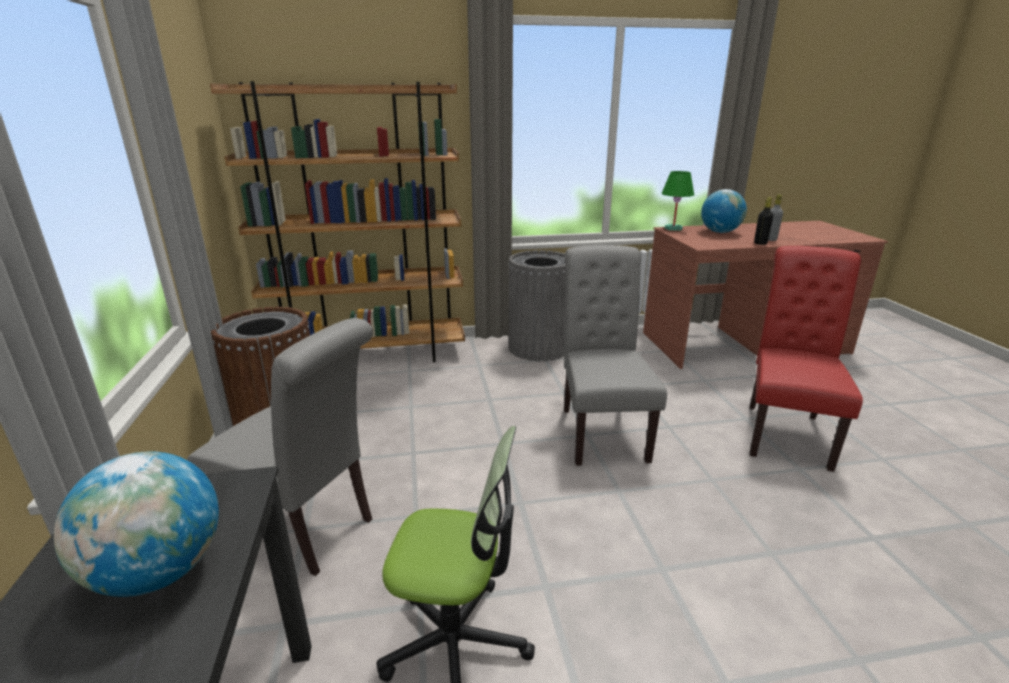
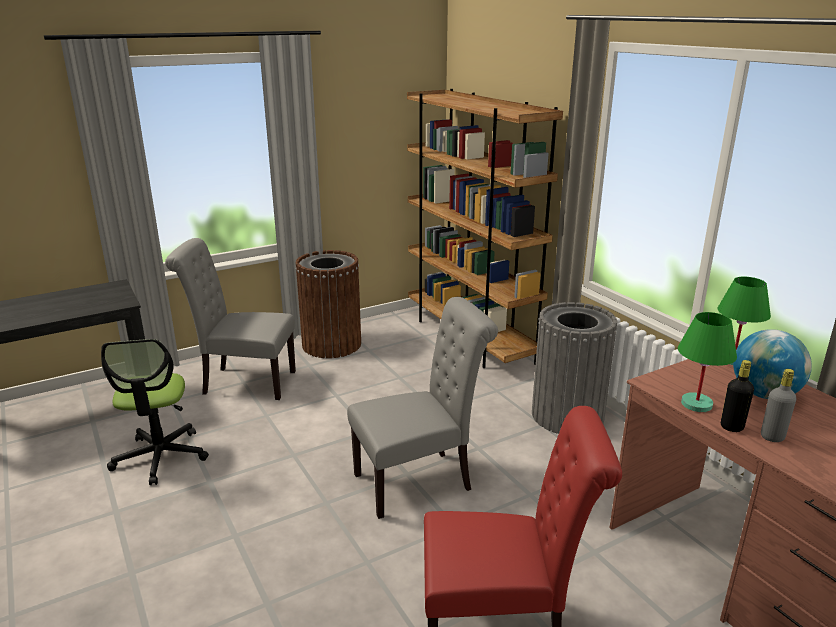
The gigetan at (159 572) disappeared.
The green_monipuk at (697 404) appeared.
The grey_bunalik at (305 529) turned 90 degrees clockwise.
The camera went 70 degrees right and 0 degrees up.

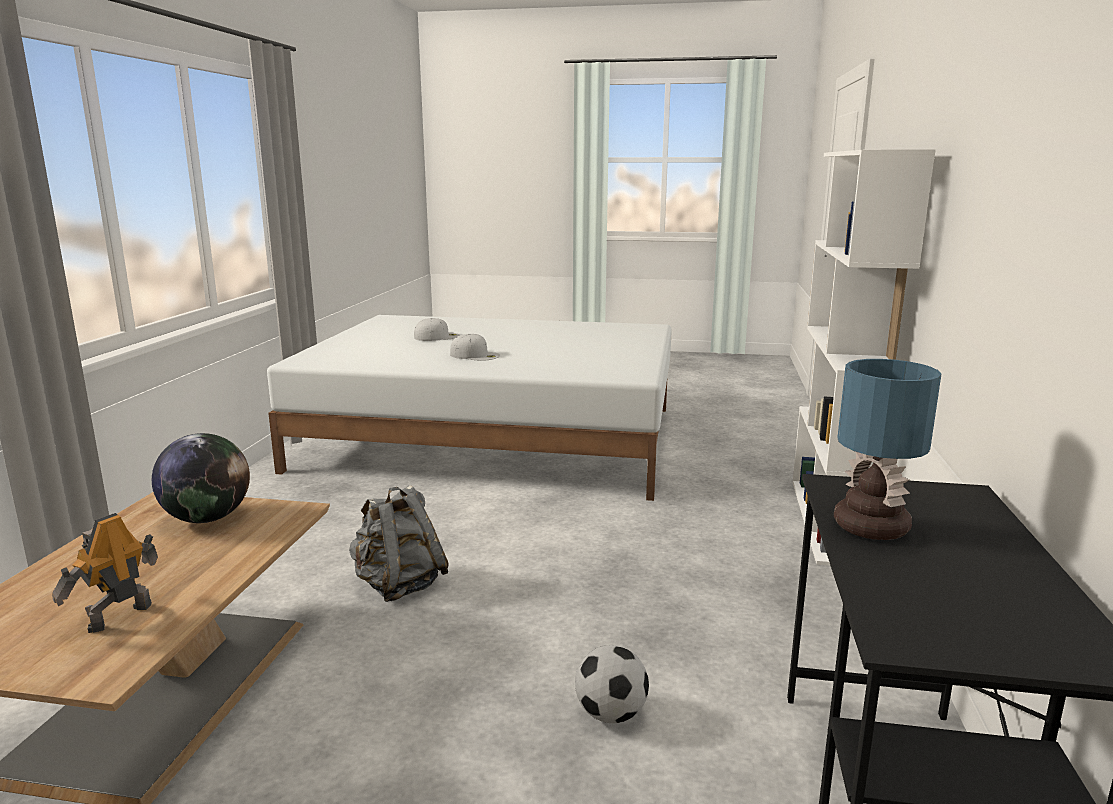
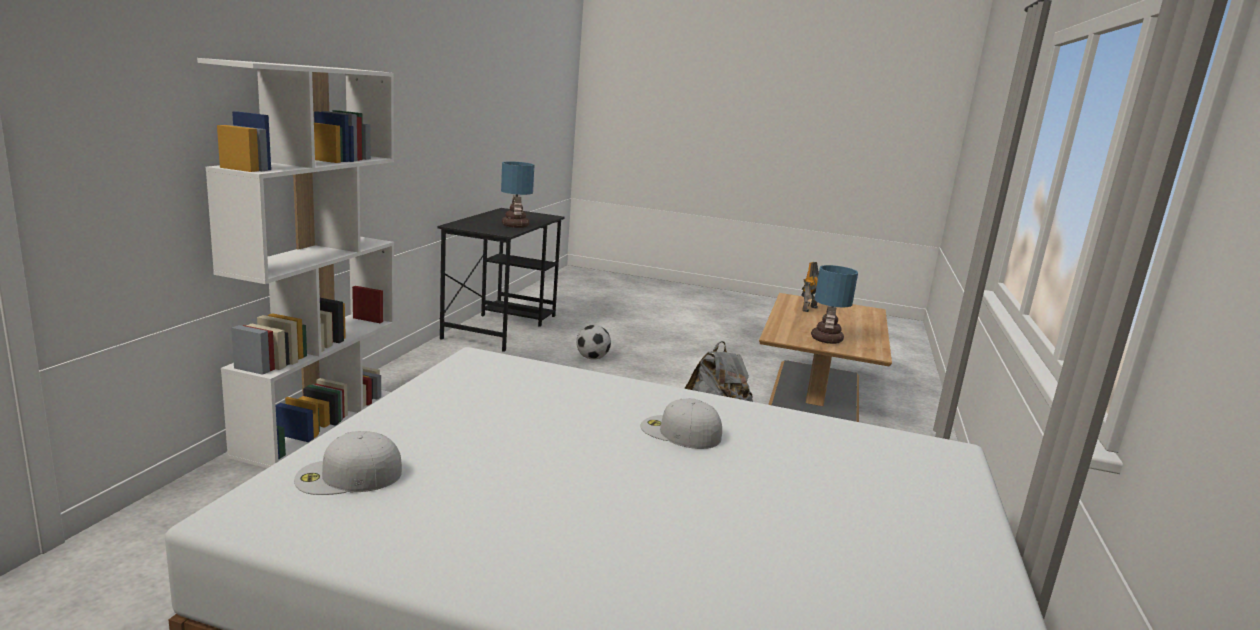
The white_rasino moved from (437 336) to (348 476).
The gigetan at (207 518) was replaced by the monipuk at (827 340).
The camera went 175 degrees left and 0 degrees up.

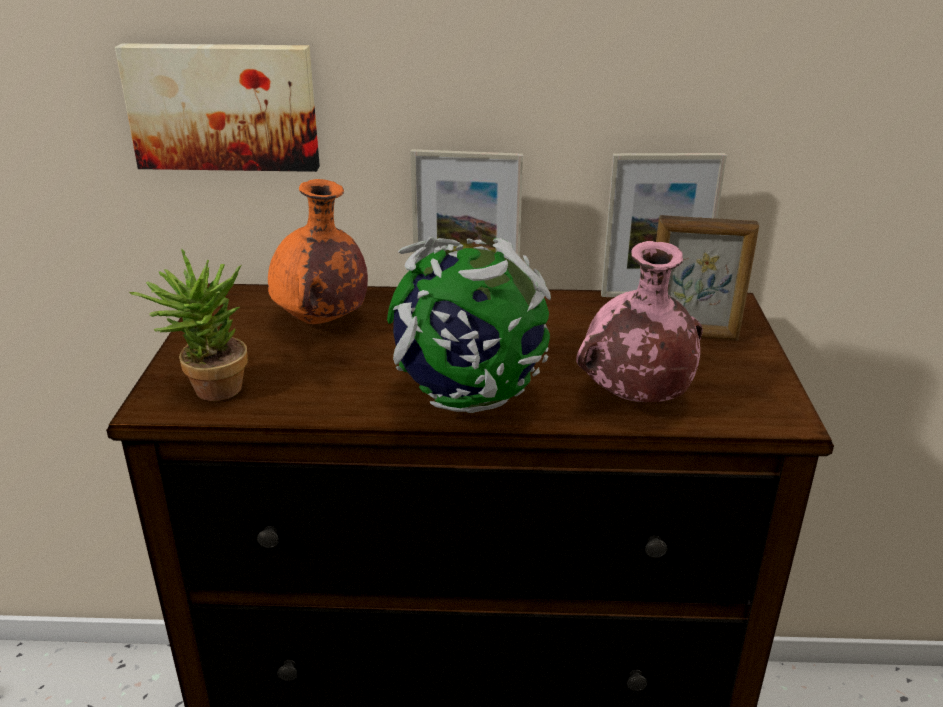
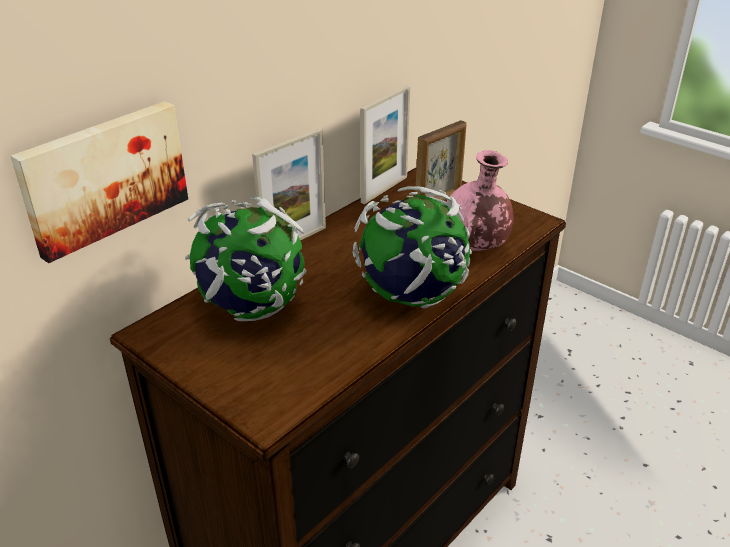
The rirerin at (208 390) disappeared.
The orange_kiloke at (322 322) was replaced by the gigetan at (251 307).
The camera went 50 degrees left and 5 degrees up.

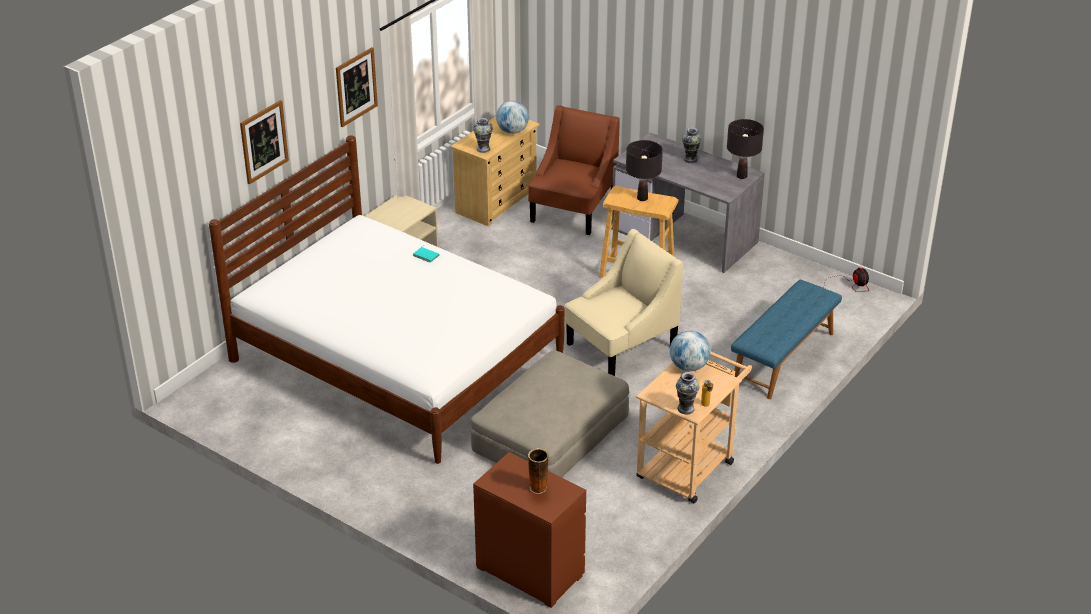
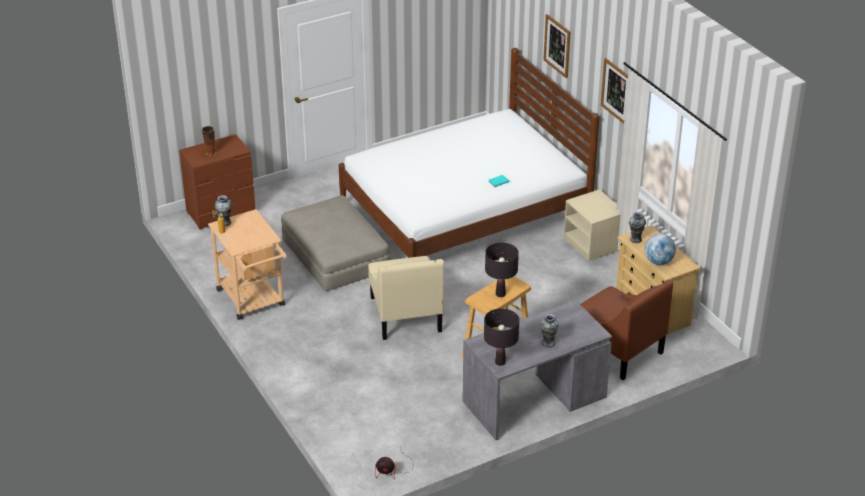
The gigetan at (688 367) disappeared.
The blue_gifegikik at (784 358) disappeared.
The camera went 115 degrees right and 0 degrees up.

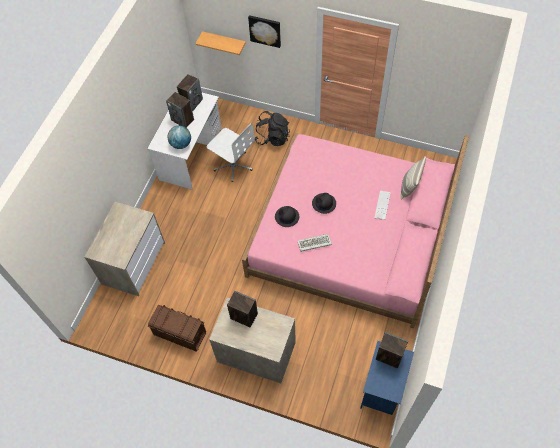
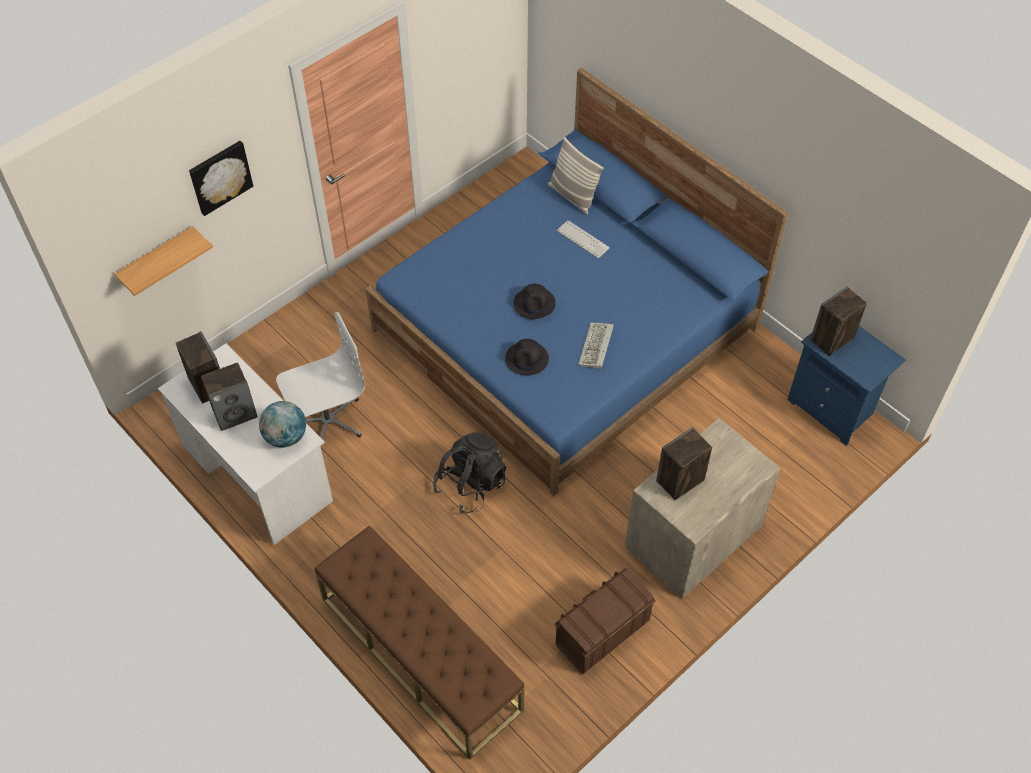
The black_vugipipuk moved from (272 137) to (471 485).
The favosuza at (133 262) was replaced by the brown_gifegikik at (420 653).
The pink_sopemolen at (350 235) became the blue_sopemolen at (566 328).
The camera went 65 degrees left and 5 degrees down.

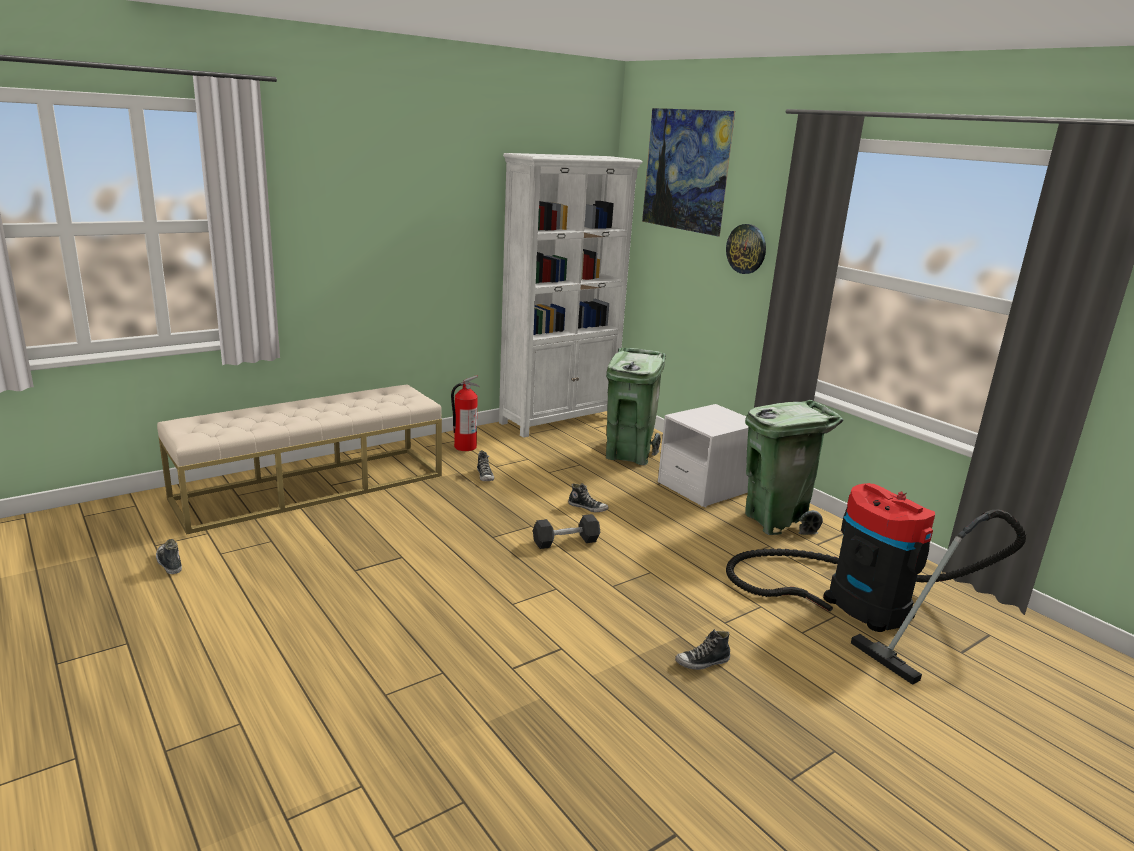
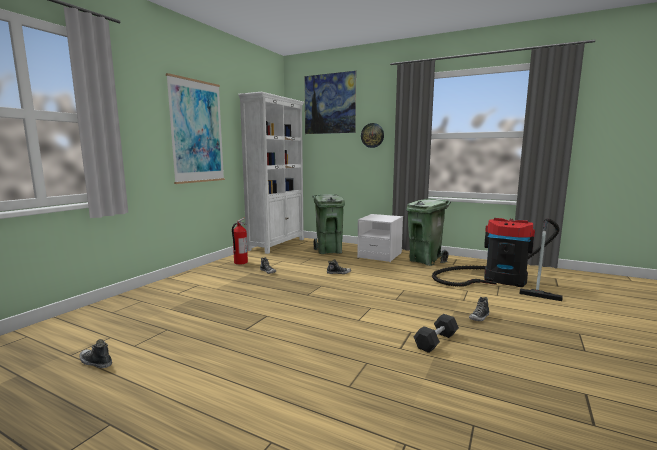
The beige_gifegikik at (312 487) disappeared.
The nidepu at (197 132) appeared.
The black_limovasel moved from (565 542) to (436 341).
The camera went 25 degrees left and 10 degrees down.

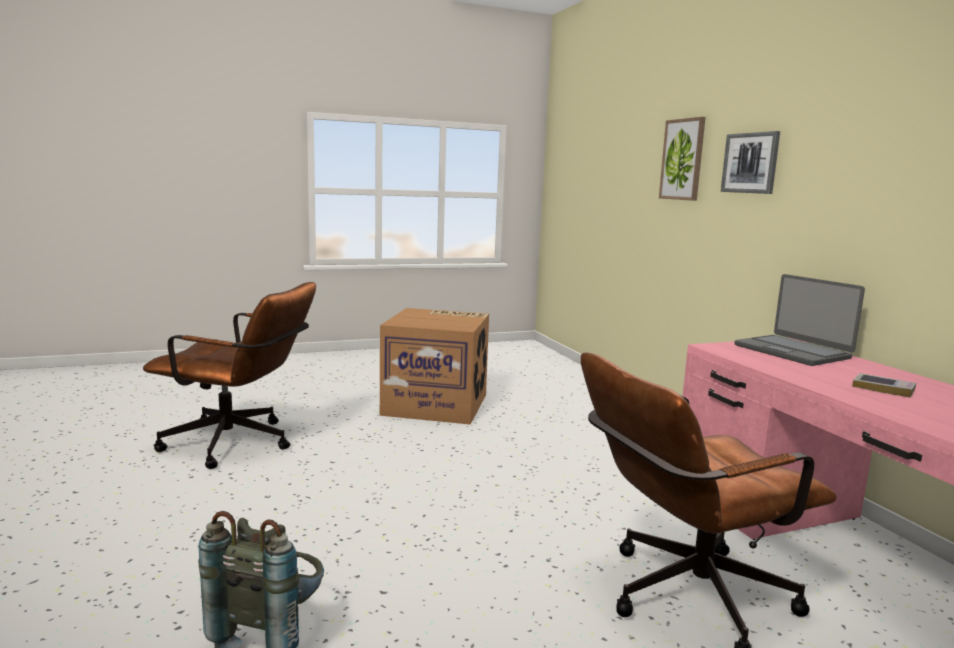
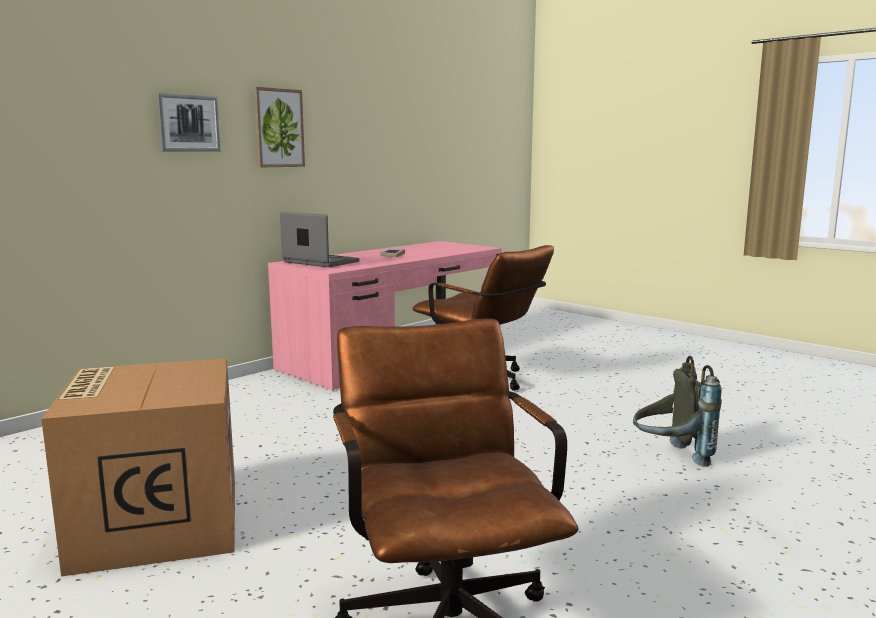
The nidepu moved from (682 159) to (278 128).
The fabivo at (792 351) turned 90 degrees counterclockwise.
The camera went 115 degrees left and 0 degrees up.

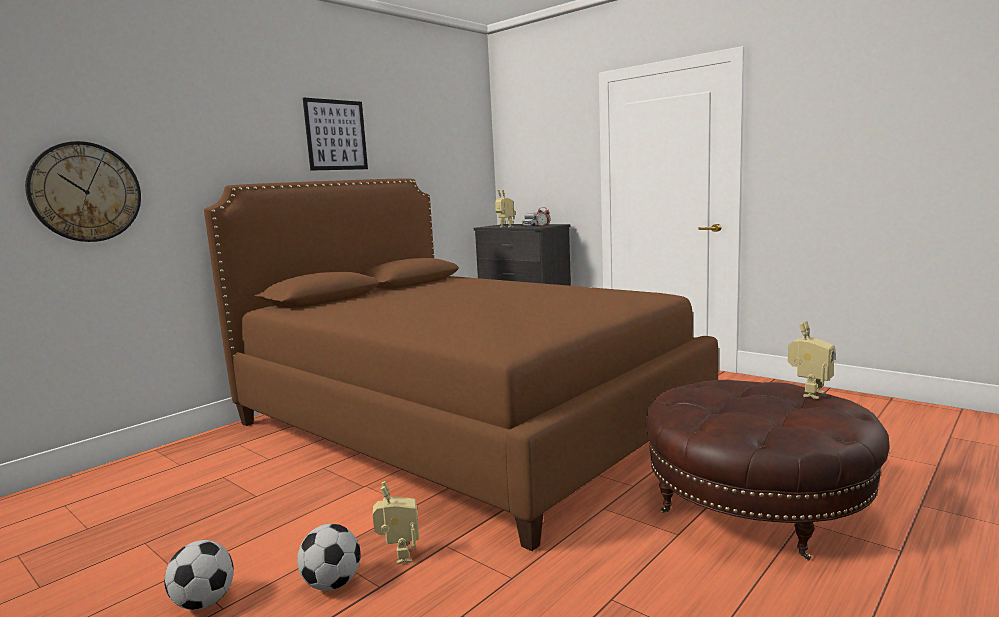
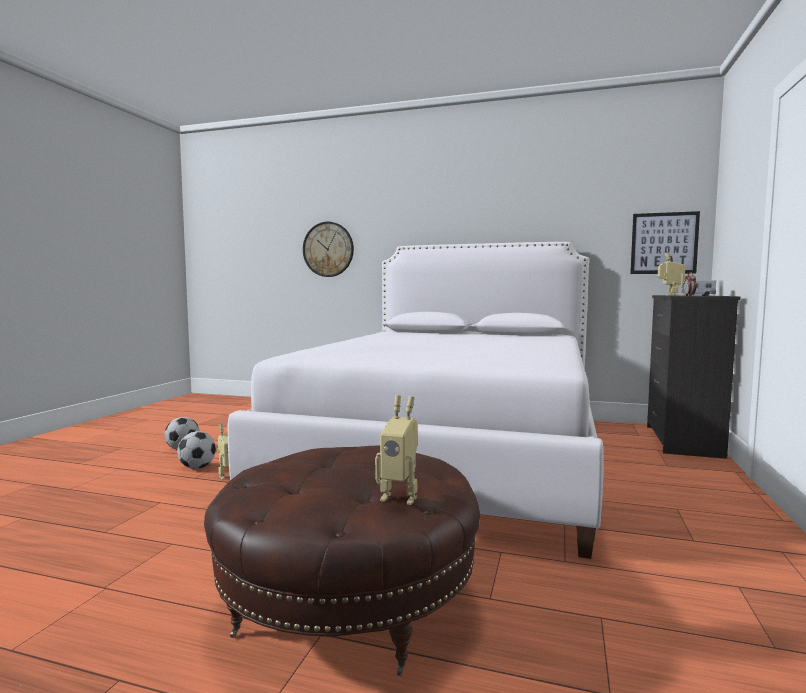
The nidepu moved from (336 135) to (664 243).
The brown_sopemolen at (464 421) became the white_sopemolen at (450 453).
The camera went 65 degrees right and 5 degrees down.

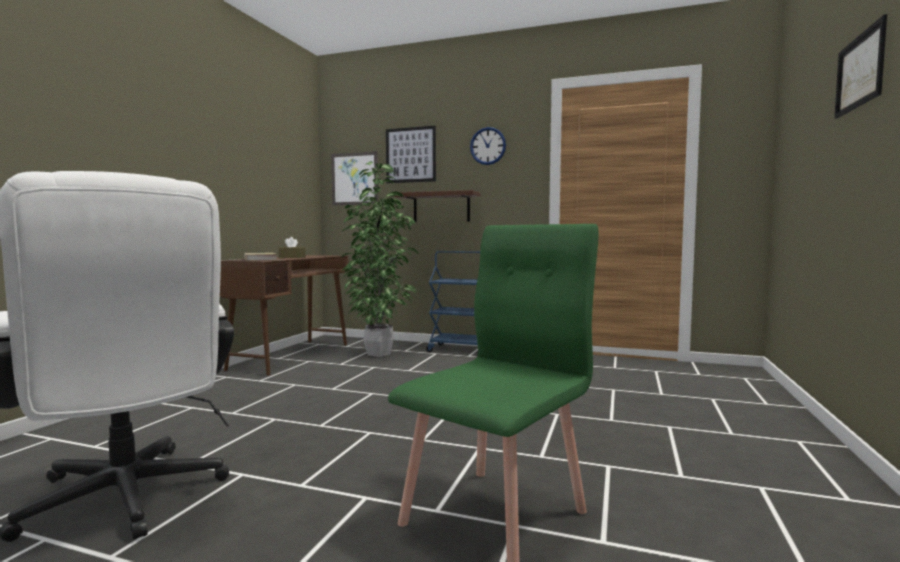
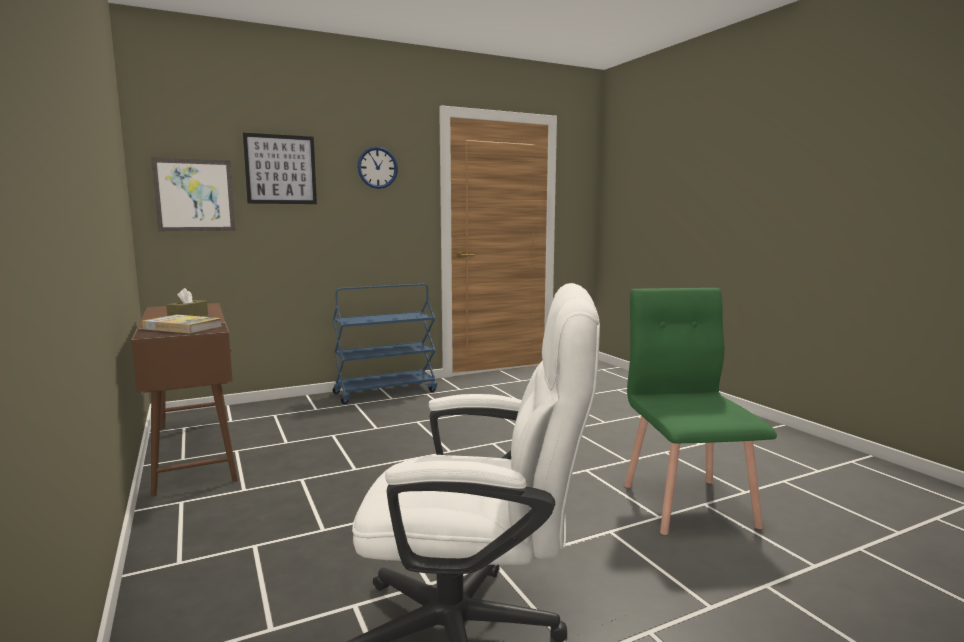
The rirerin at (381 353) disappeared.
The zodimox at (441 207) disappeared.
The nidepu at (860 71) disappeared.
The camera went 45 degrees left and 5 degrees up.

